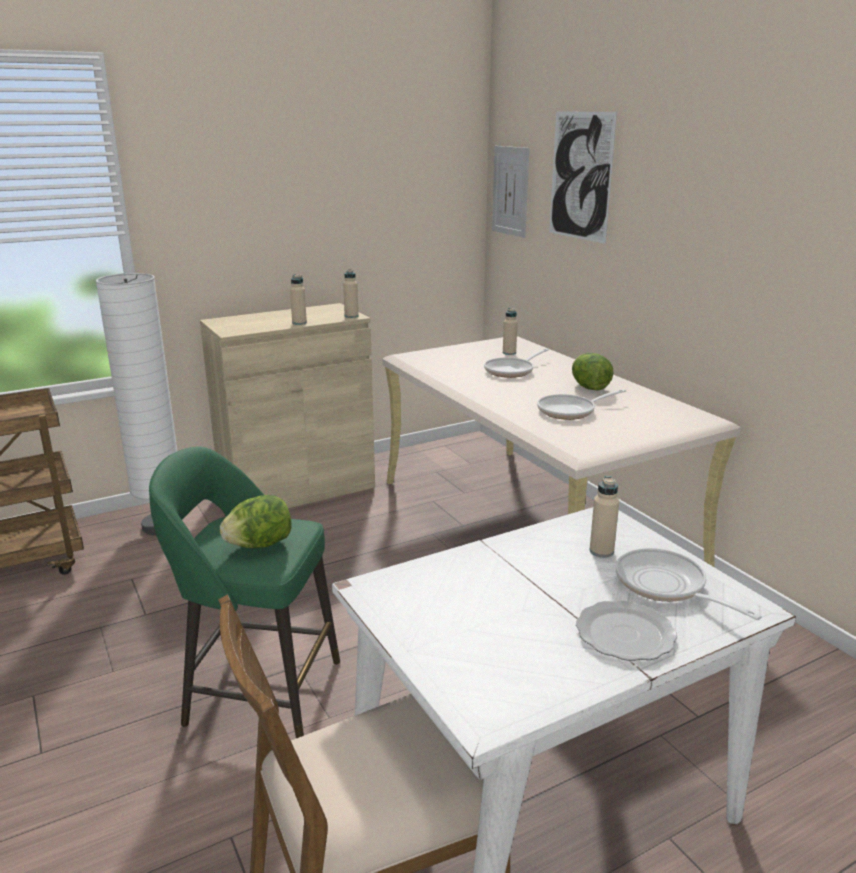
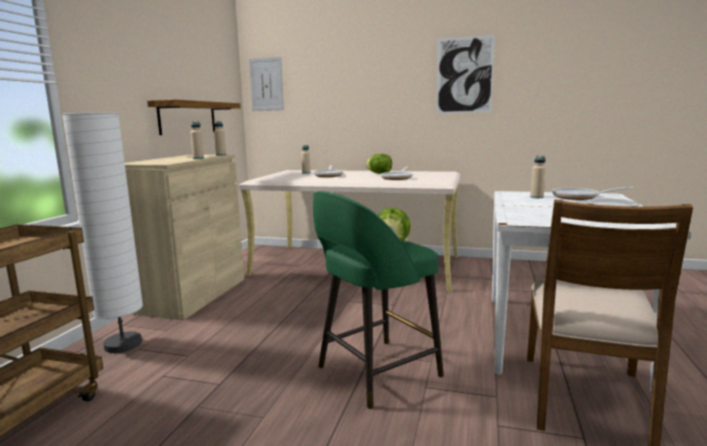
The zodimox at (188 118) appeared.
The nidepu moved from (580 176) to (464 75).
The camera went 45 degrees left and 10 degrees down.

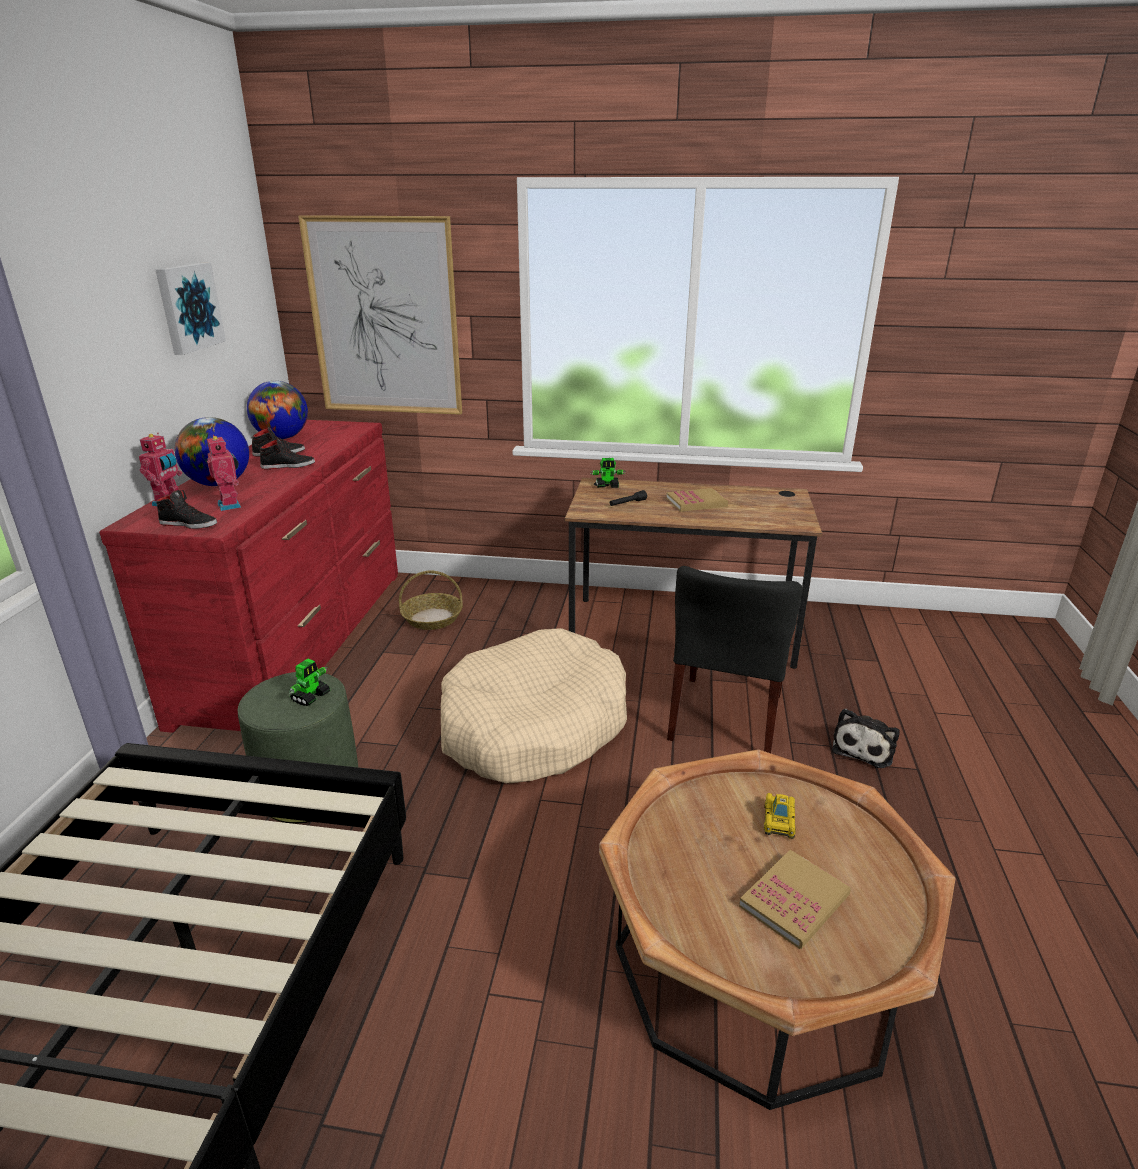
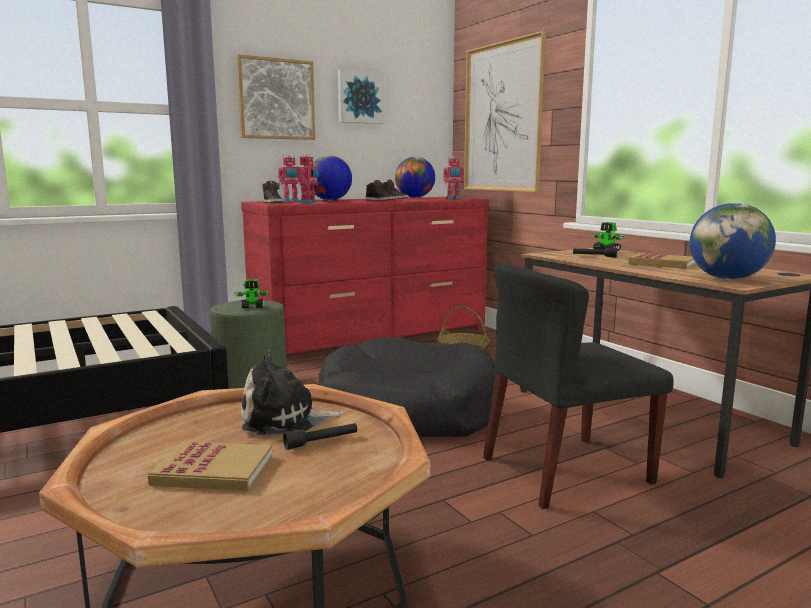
The nidepu at (276 99) appeared.
The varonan at (453 198) appeared.
The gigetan at (727 279) appeared.
The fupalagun moved from (864 748) to (285 420).
The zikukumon at (779 820) was replaced by the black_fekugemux at (321 442).
The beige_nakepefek at (533 726) became the black_nakepefek at (409 411).
The camera went 50 degrees right and 15 degrees down.

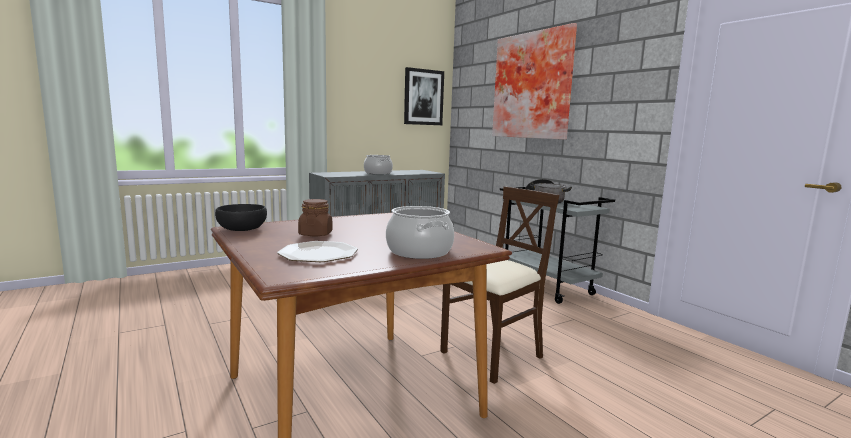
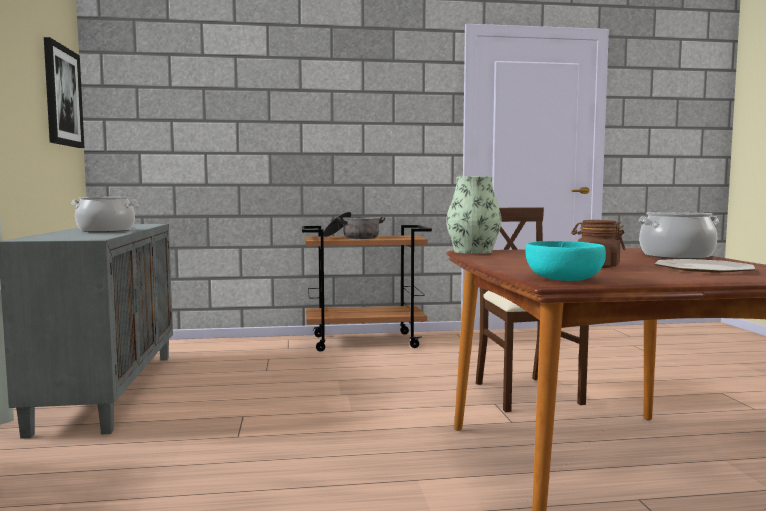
The nidepu at (534 86) disappeared.
The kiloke at (473 251) appeared.
The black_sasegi at (241 229) became the turquoise_sasegi at (562 279).
The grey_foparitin at (546 287) became the brown_foparitin at (365 342).
The camera went 65 degrees left and 5 degrees down.

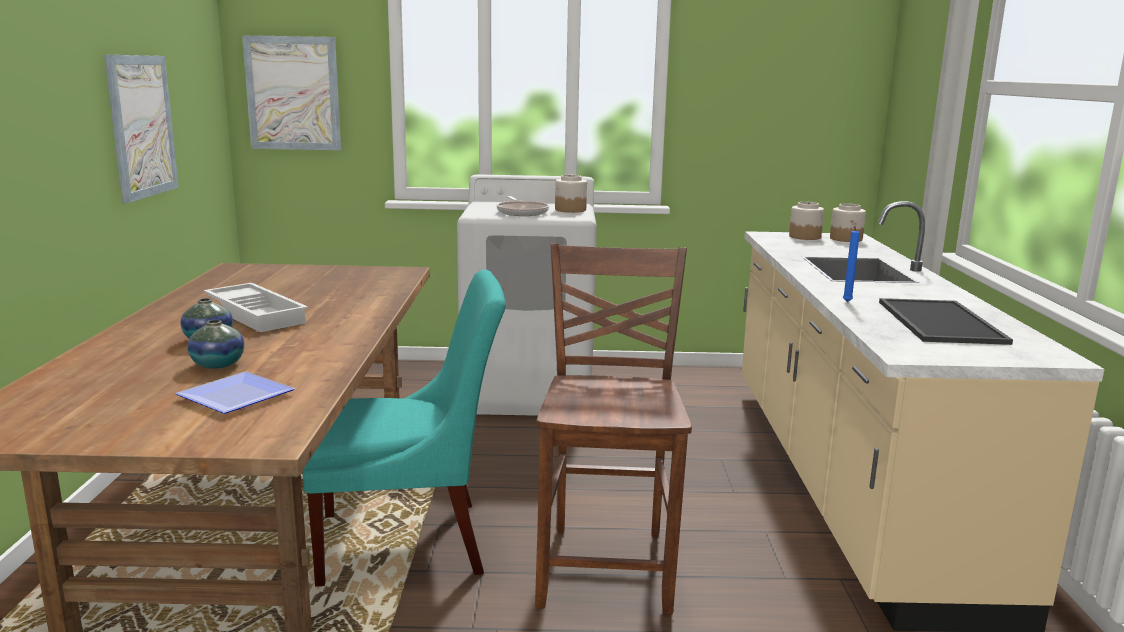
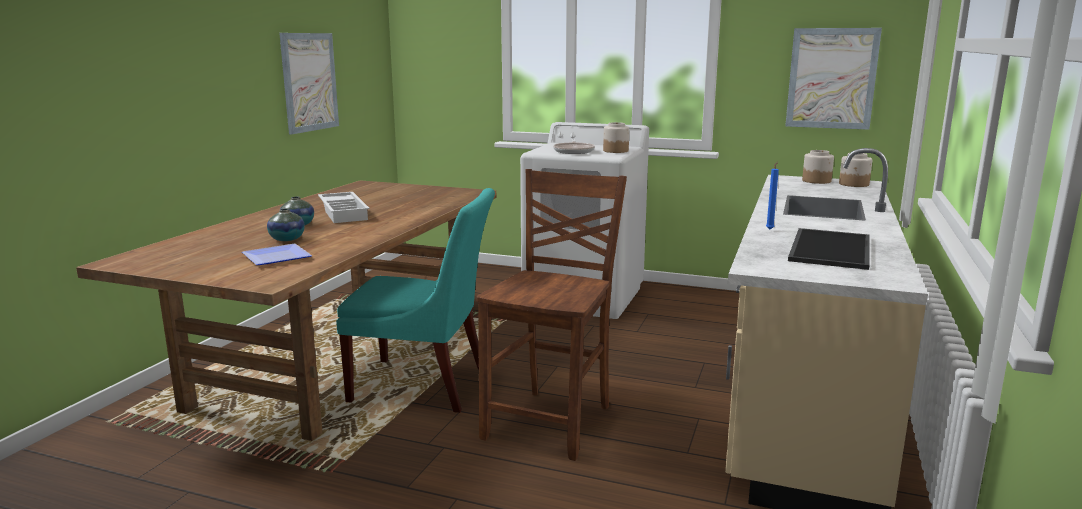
The nidepu moved from (293 93) to (831 78).
The camera went 20 degrees right and 0 degrees up.

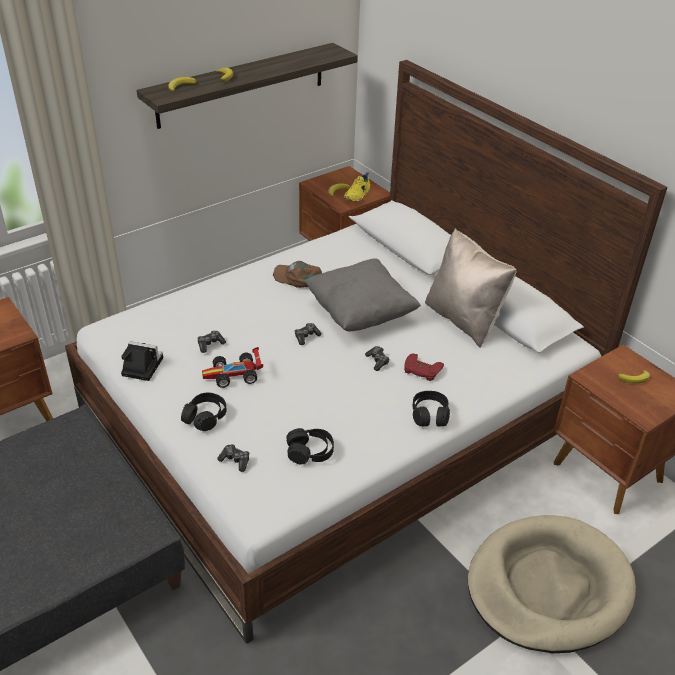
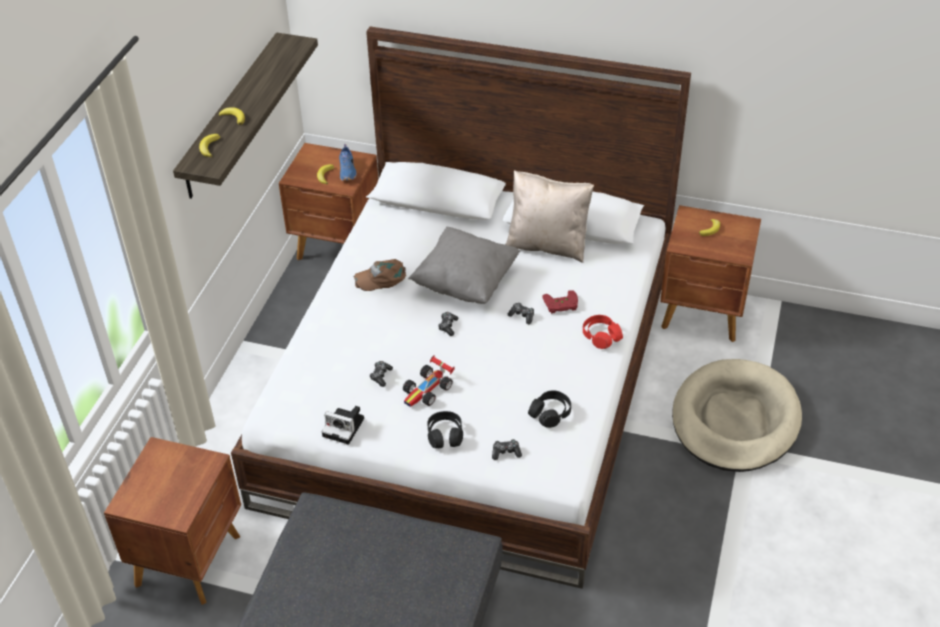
The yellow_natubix at (358 195) became the blue_natubix at (348 171).
The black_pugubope at (430 415) became the red_pugubope at (601 336).
The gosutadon at (140 367) turned 135 degrees counterclockwise.
The camera went 35 degrees left and 5 degrees up.

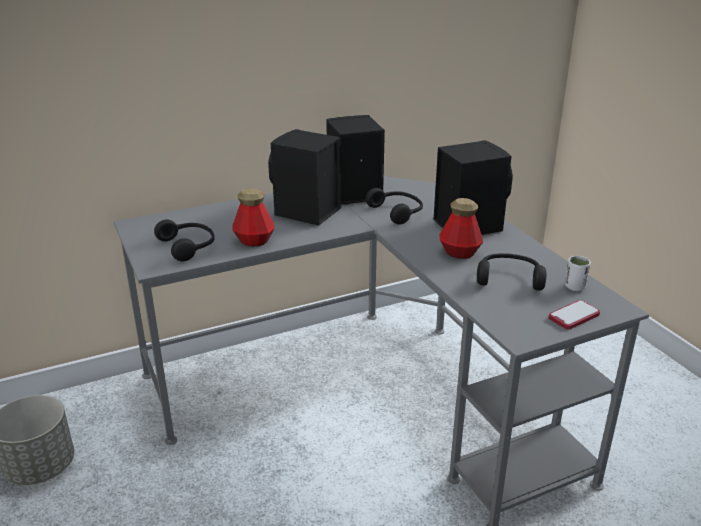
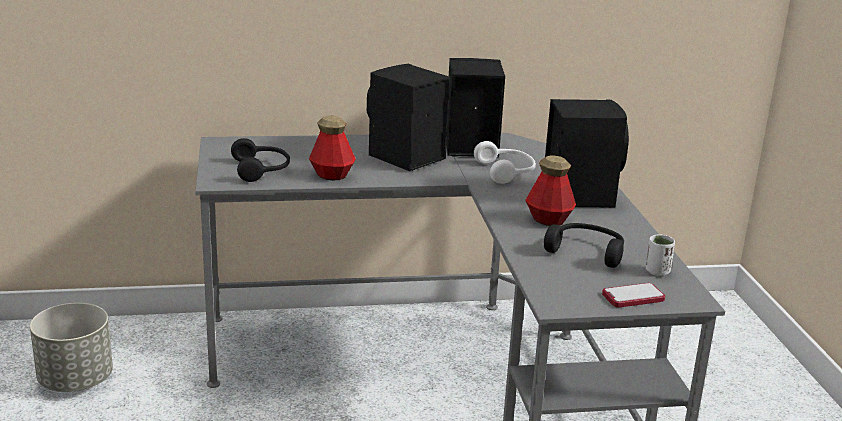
The black_pugubope at (397 212) became the white_pugubope at (507 172).
The camera went 15 degrees right and 5 degrees down.

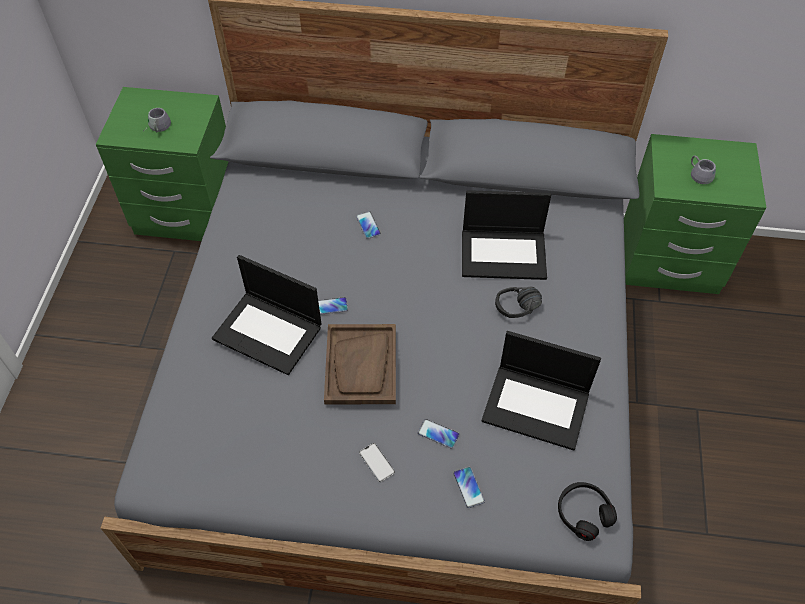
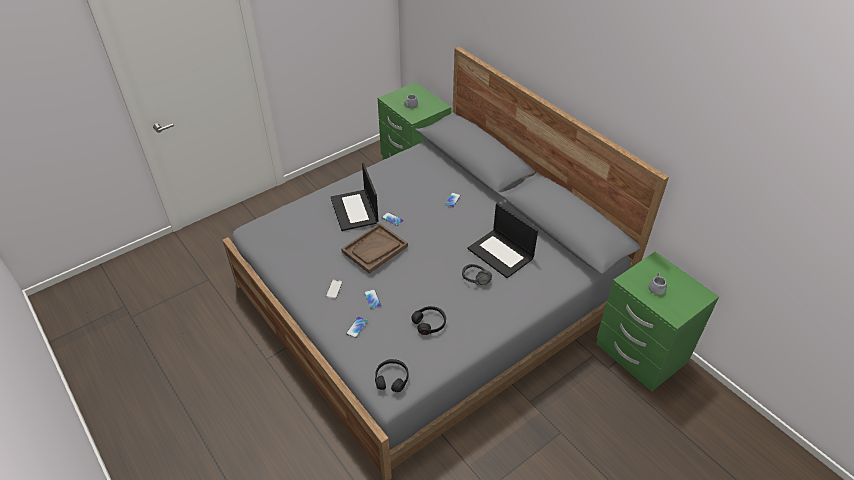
The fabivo at (537 406) was replaced by the black_pugubope at (429 323).
The camera went 45 degrees right and 10 degrees down.

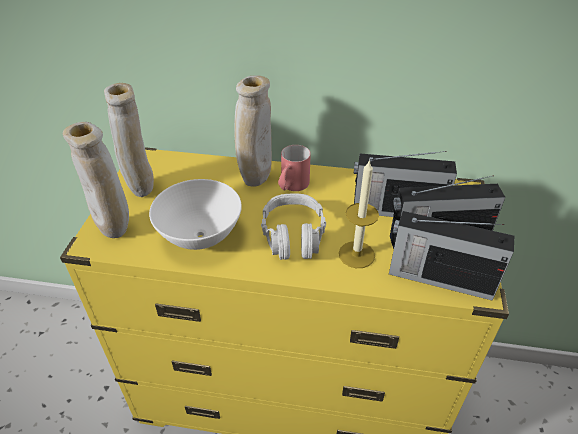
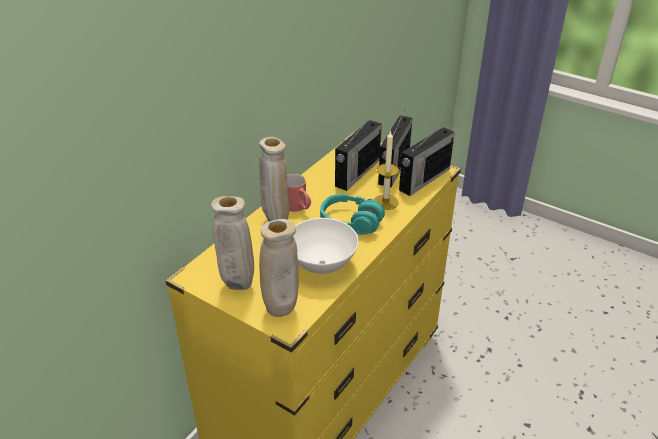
The grey_pugubope at (293 236) became the turquoise_pugubope at (351 222).
The camera went 65 degrees left and 5 degrees down.

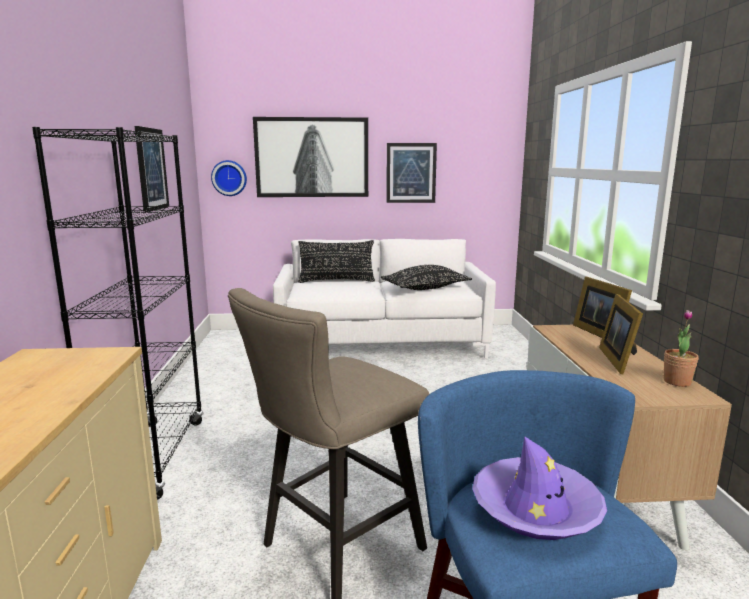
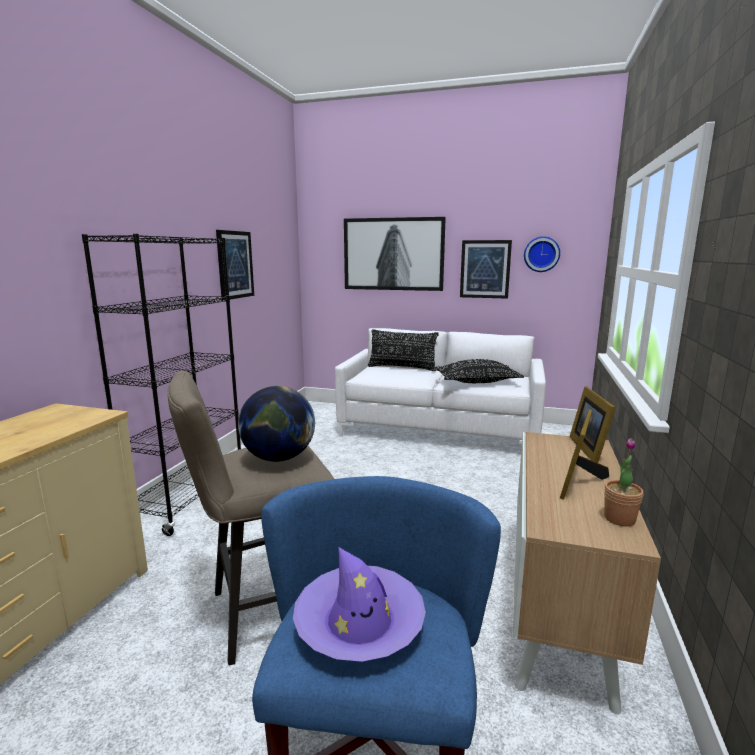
The gigetan at (278 458) appeared.
The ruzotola moved from (229 178) to (541 254).
The camera went 20 degrees right and 0 degrees up.

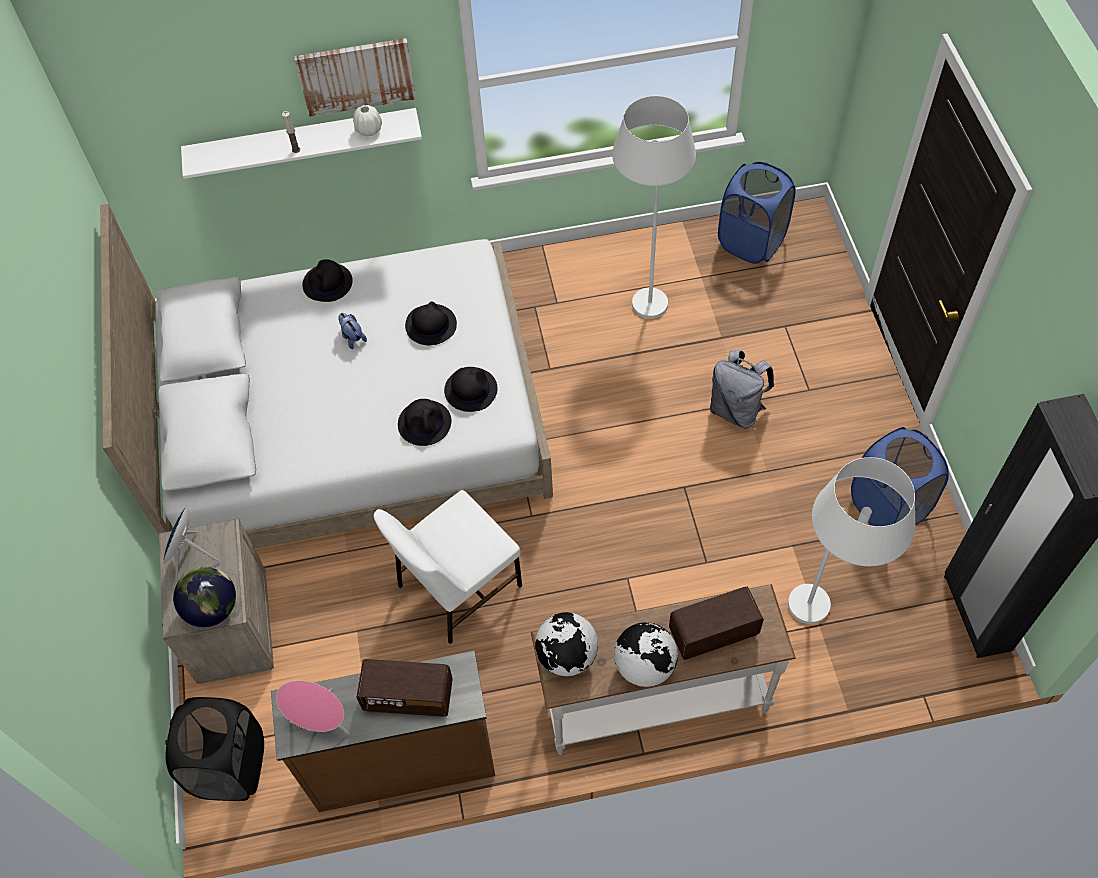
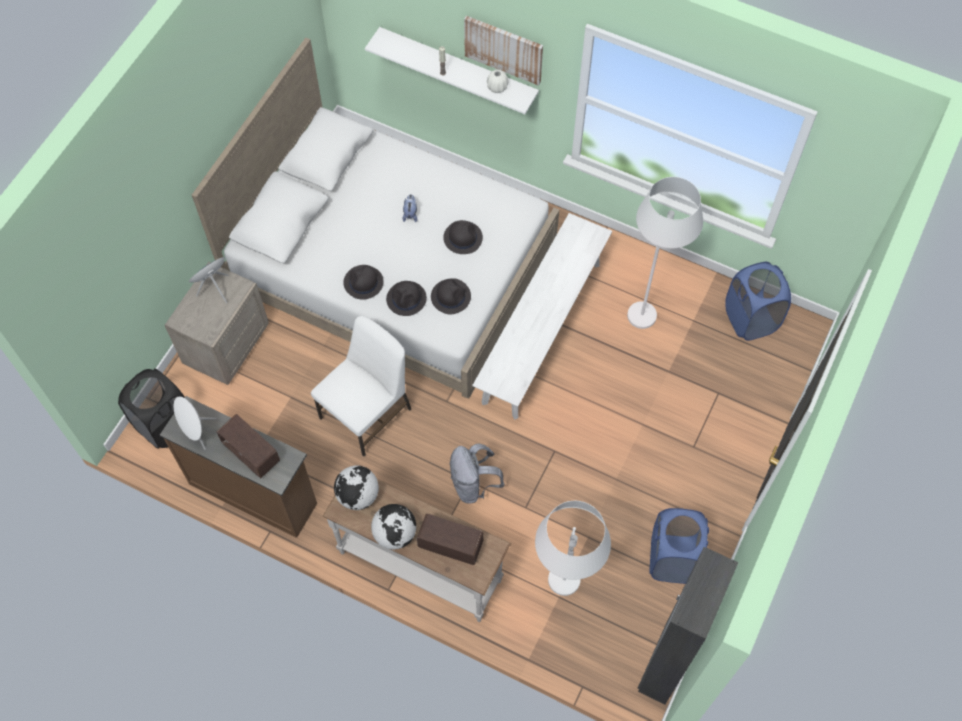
The gigetan at (212 608) disappeared.
The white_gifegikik at (542 332) appeared.
The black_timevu moved from (327 284) to (363 283).
The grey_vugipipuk moved from (736 410) to (473 485).
The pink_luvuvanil at (322 721) became the white_luvuvanil at (197 432).
The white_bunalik at (457 586) turned 135 degrees clockwise.
The camera went 35 degrees right and 5 degrees up.

